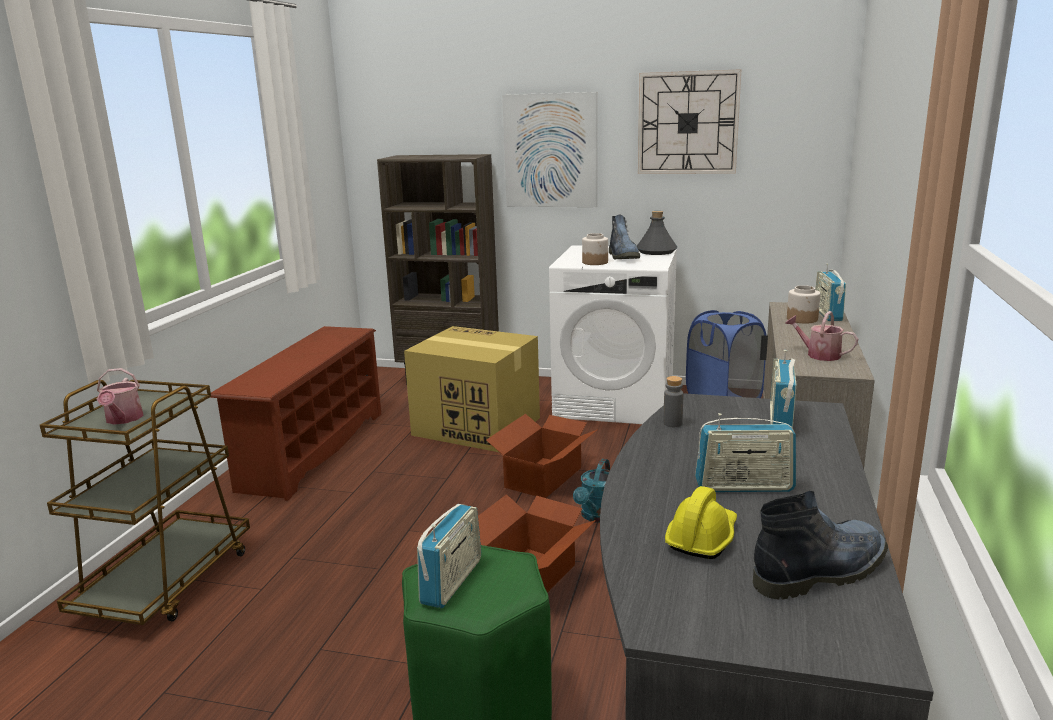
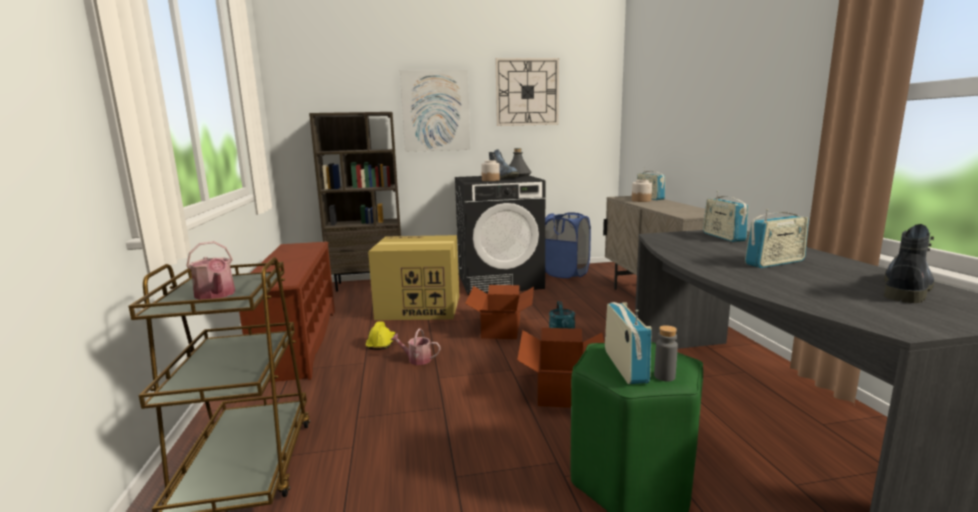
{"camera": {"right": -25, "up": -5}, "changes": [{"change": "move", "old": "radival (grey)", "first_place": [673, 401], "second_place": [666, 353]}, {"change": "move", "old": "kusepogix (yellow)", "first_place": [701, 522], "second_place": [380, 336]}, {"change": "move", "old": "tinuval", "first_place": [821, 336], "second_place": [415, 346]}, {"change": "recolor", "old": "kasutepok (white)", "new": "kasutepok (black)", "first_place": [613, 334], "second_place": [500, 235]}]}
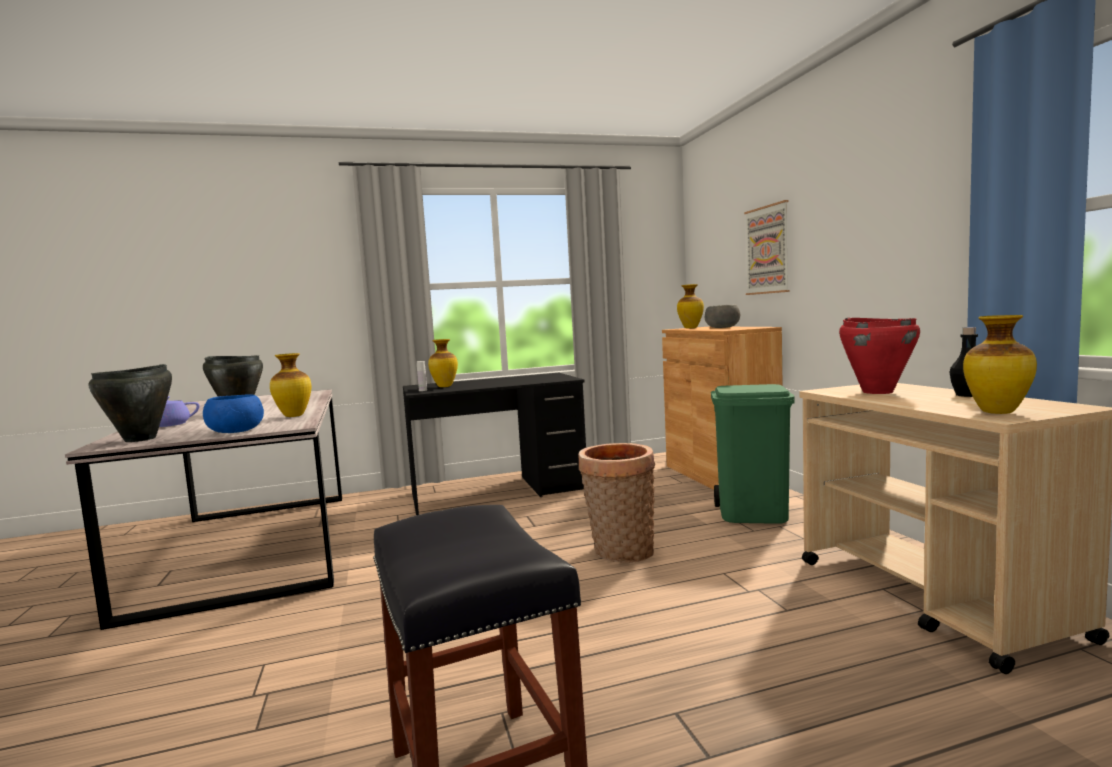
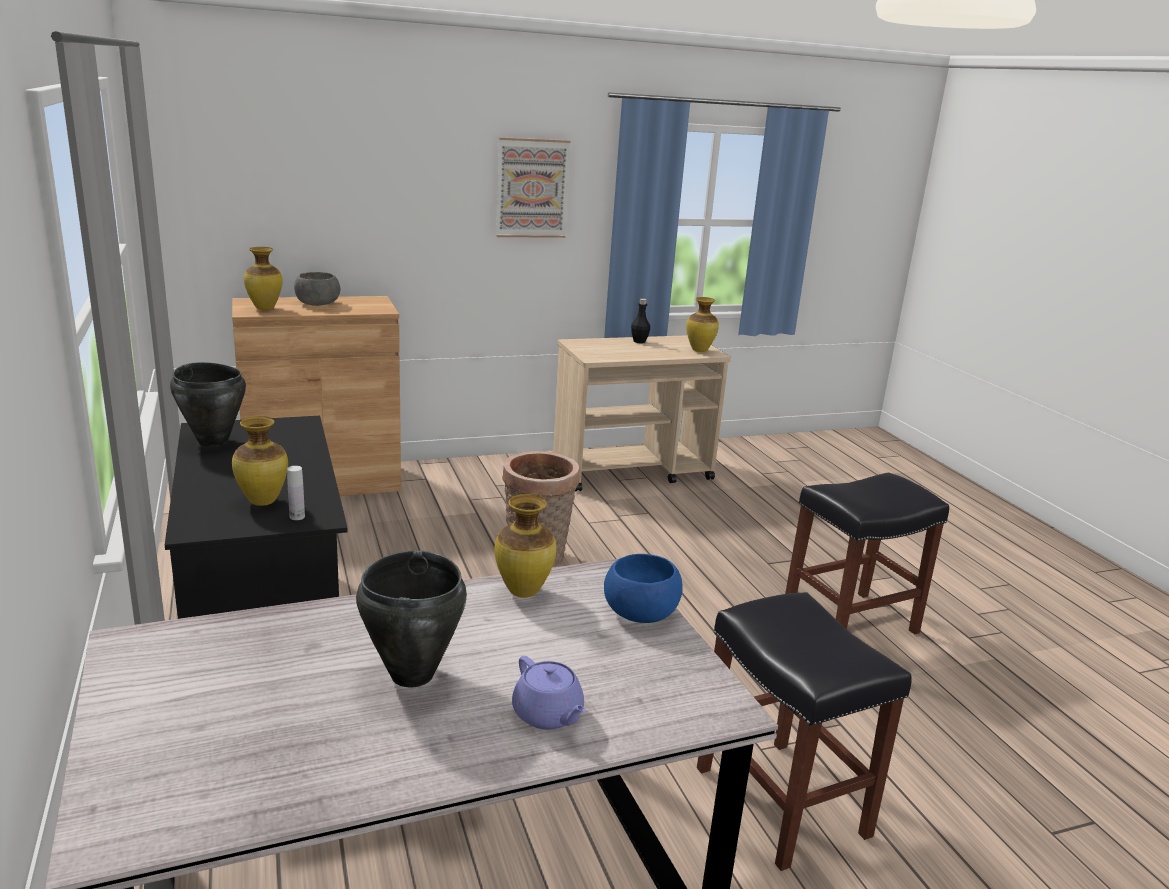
{"camera": {"right": -95, "up": 15}, "changes": [{"change": "delete", "old": "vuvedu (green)", "first_place": [753, 454]}, {"change": "delete", "old": "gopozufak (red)", "first_place": [879, 356]}, {"change": "insert", "new": "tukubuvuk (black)", "second_place": [804, 731]}, {"change": "move", "old": "gopozufak (black)", "first_place": [130, 403], "second_place": [208, 404]}, {"change": "move", "old": "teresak", "first_place": [767, 247], "second_place": [533, 187]}]}
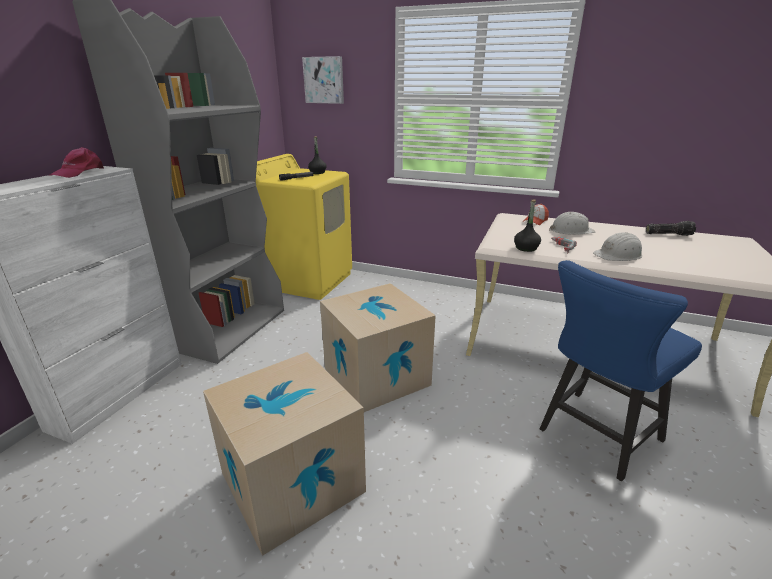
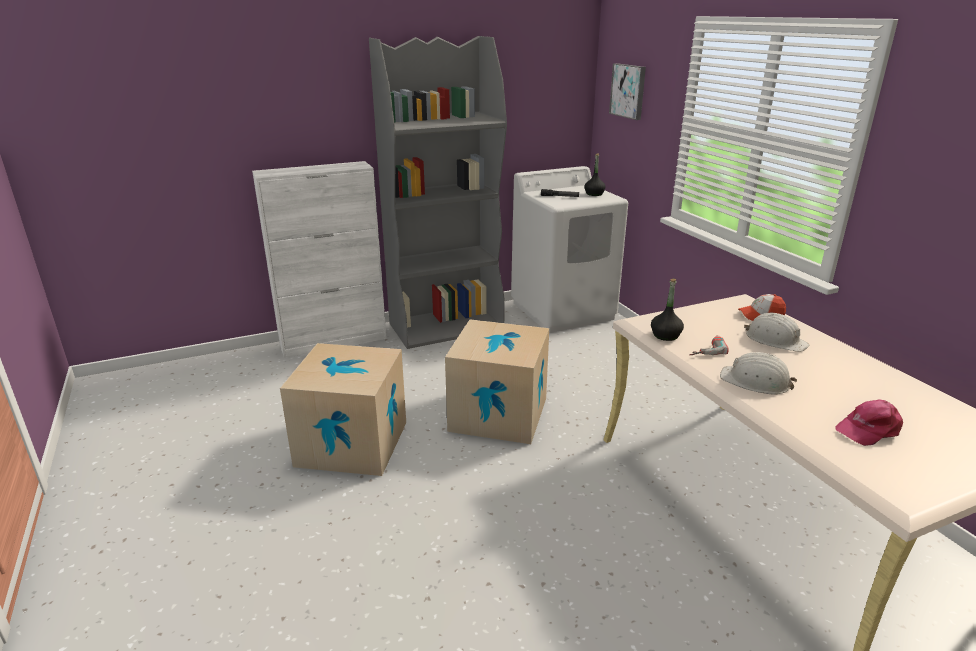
{"camera": {"right": 45, "up": 0}, "changes": [{"change": "delete", "old": "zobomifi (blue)", "first_place": [621, 370]}, {"change": "delete", "old": "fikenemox", "first_place": [671, 228]}, {"change": "move", "old": "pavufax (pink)", "first_place": [77, 162], "second_place": [869, 422]}, {"change": "recolor", "old": "kasutepok (yellow)", "new": "kasutepok (white)", "first_place": [304, 227], "second_place": [569, 249]}]}
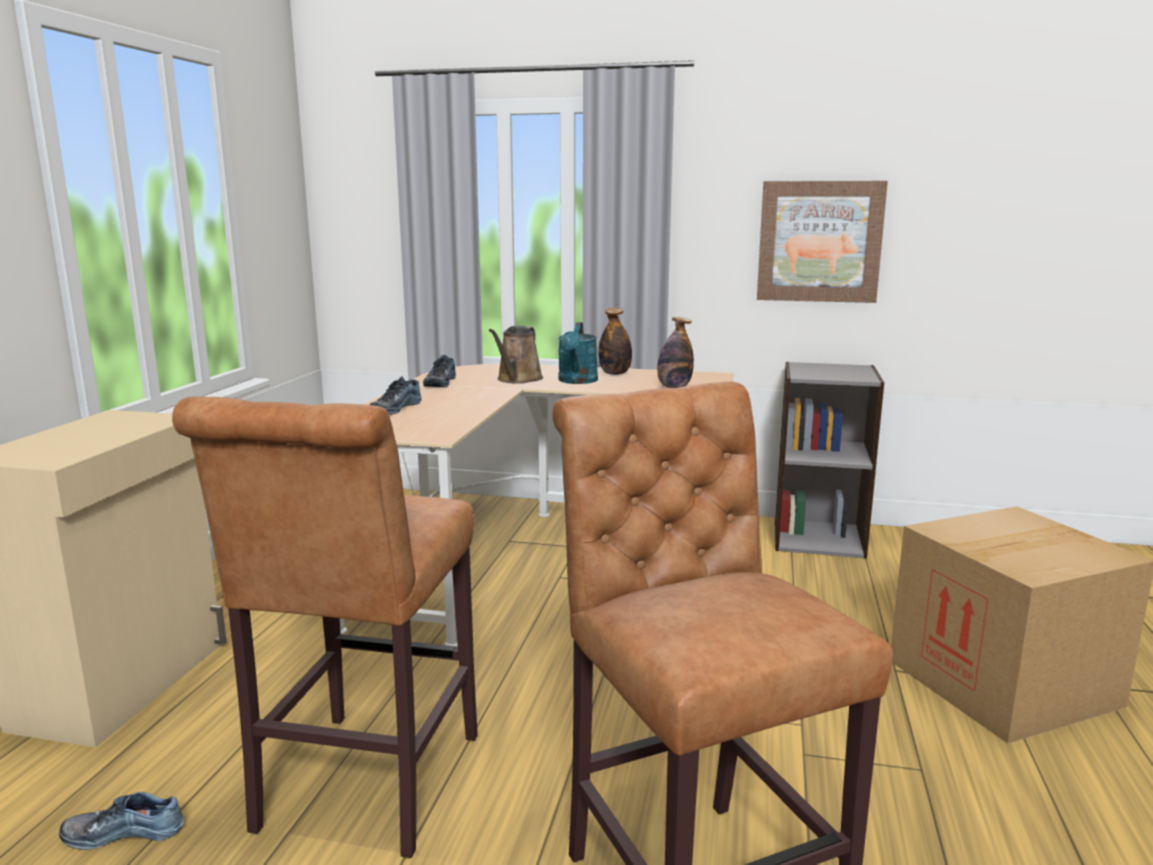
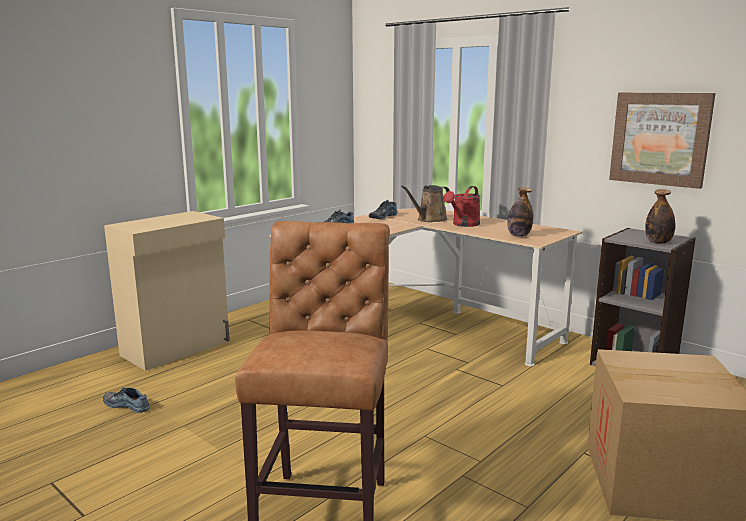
{"camera": {"right": 30, "up": 0}, "changes": [{"change": "delete", "old": "tukubuvuk (brown)", "first_place": [325, 627]}, {"change": "move", "old": "radival", "first_place": [615, 341], "second_place": [660, 216]}, {"change": "recolor", "old": "tinuval (turquoise)", "new": "tinuval (red)", "first_place": [578, 353], "second_place": [461, 206]}]}
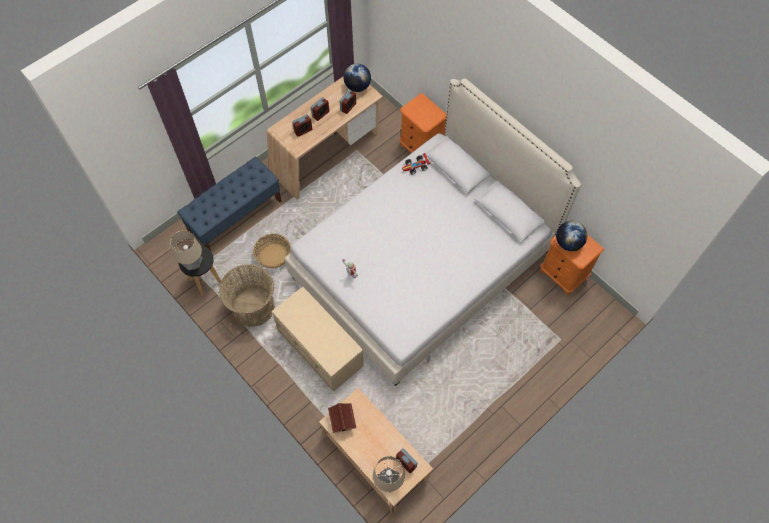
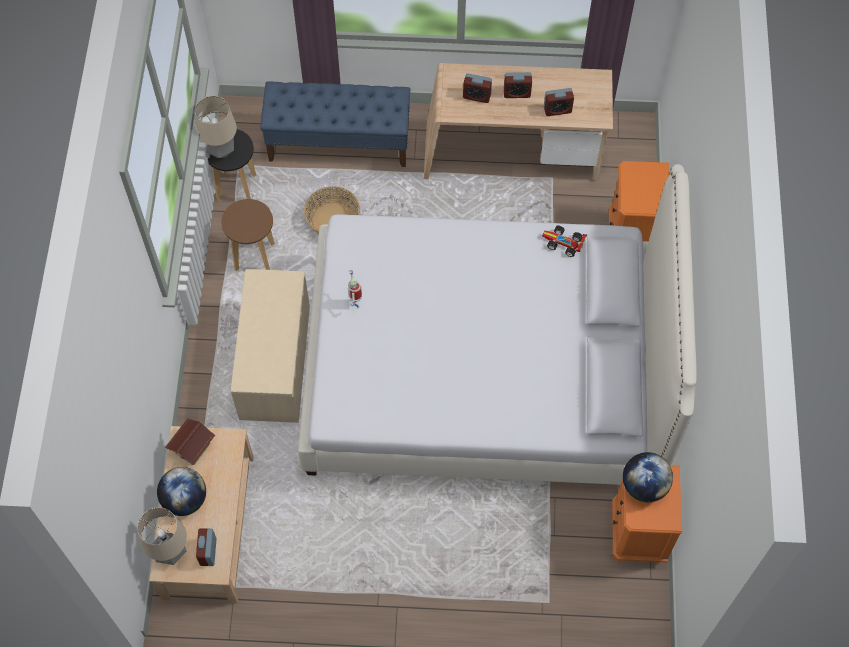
{"camera": {"right": 45, "up": 0}, "changes": [{"change": "move", "old": "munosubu", "first_place": [357, 78], "second_place": [181, 491]}, {"change": "replace", "old": "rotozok", "new": "tukubuvuk (brown)", "first_place": [247, 295], "second_place": [248, 235]}]}
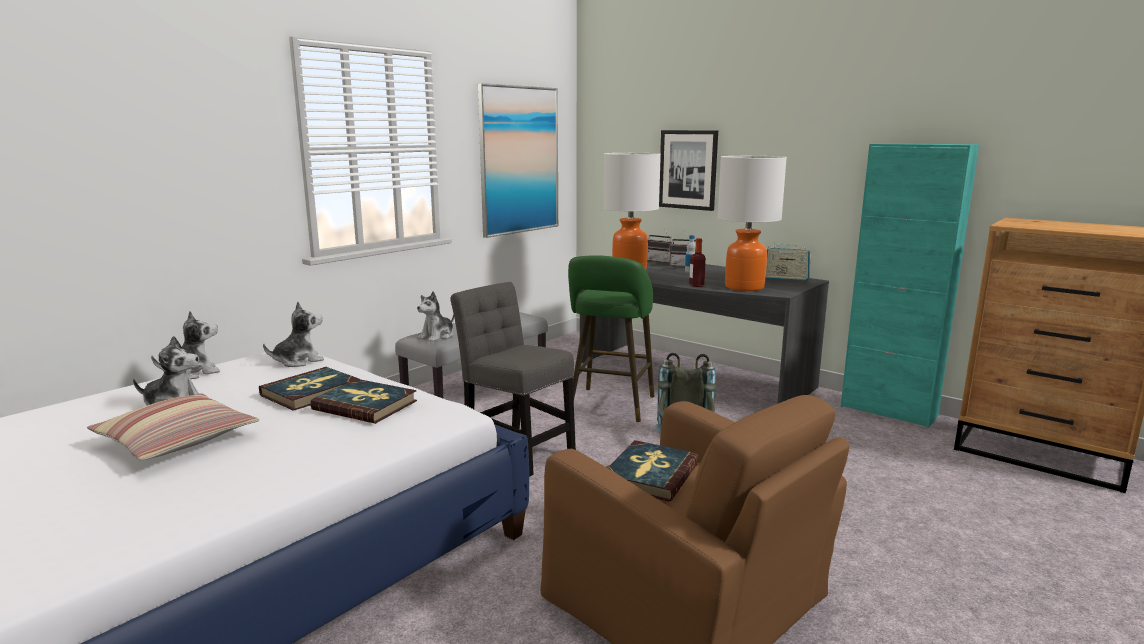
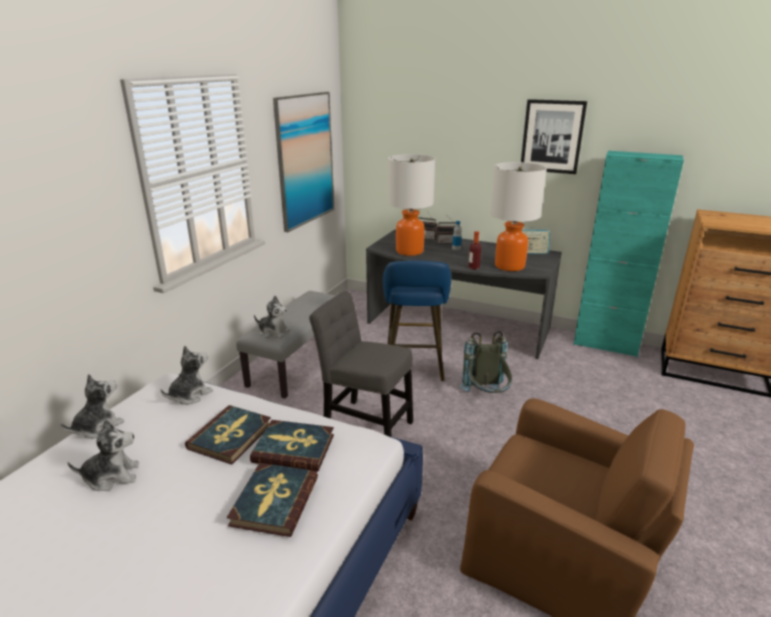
{"camera": {"right": -15, "up": 10}, "changes": [{"change": "delete", "old": "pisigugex", "first_place": [173, 426]}, {"change": "move", "old": "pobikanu", "first_place": [653, 470], "second_place": [272, 500]}, {"change": "move", "old": "teresak", "first_place": [688, 170], "second_place": [554, 136]}, {"change": "recolor", "old": "tukubuvuk (green)", "new": "tukubuvuk (blue)", "first_place": [611, 338], "second_place": [417, 321]}, {"change": "rotate", "old": "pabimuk", "first_place": [435, 316], "second_place": [272, 317], "degrees": -90}]}
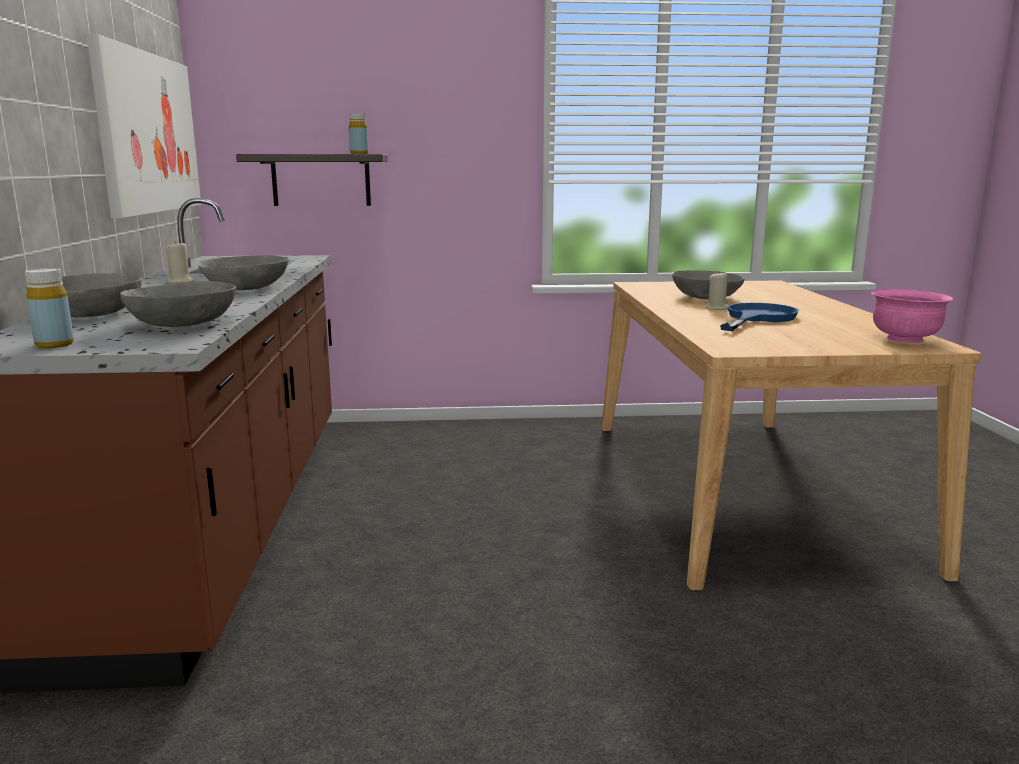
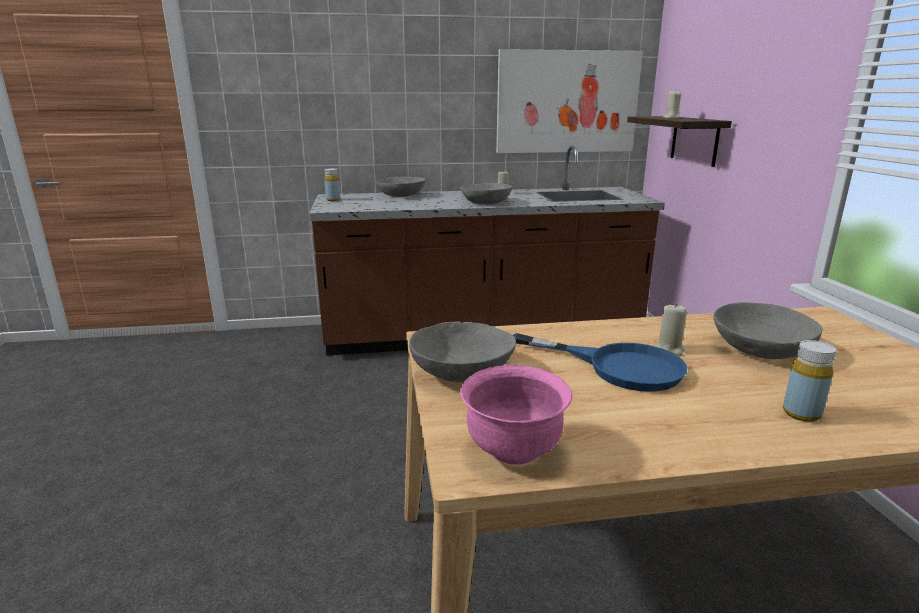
{"camera": {"right": 85, "up": 5}, "changes": [{"change": "insert", "new": "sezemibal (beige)", "second_place": [672, 104]}, {"change": "move", "old": "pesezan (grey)", "first_place": [178, 304], "second_place": [462, 351]}, {"change": "move", "old": "radival (yellow)", "first_place": [358, 133], "second_place": [809, 381]}]}
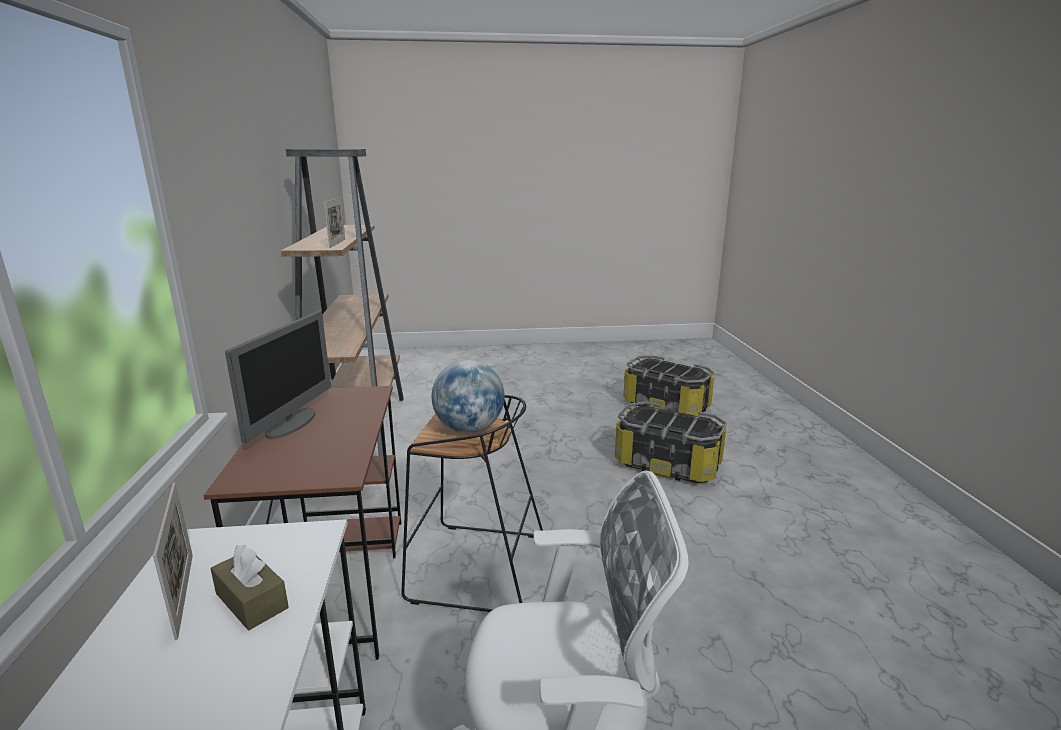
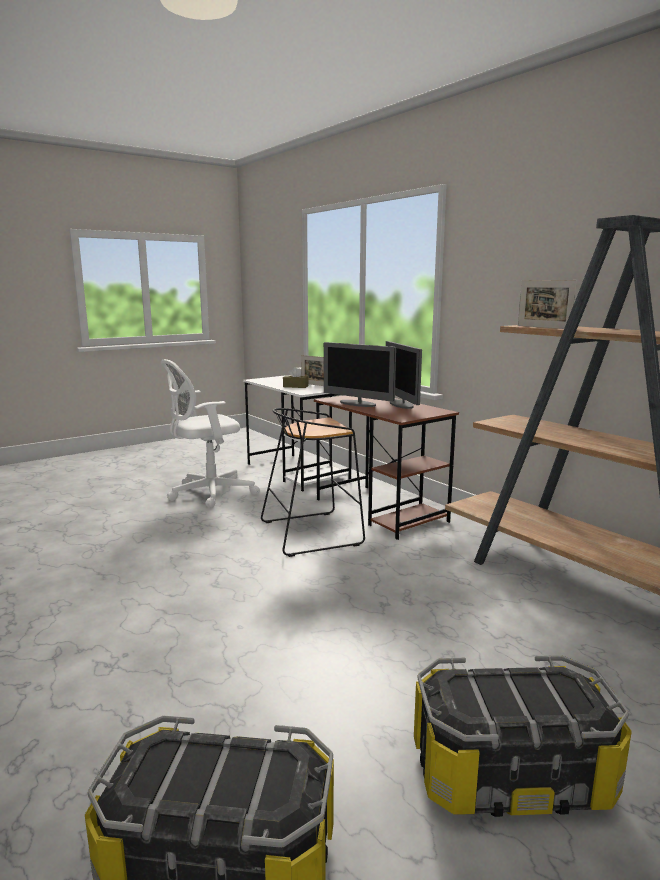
{"camera": {"right": 150, "up": -5}, "changes": [{"change": "delete", "old": "munosubu", "first_place": [468, 396]}, {"change": "insert", "new": "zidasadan", "second_place": [360, 374]}, {"change": "move", "old": "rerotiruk", "first_place": [671, 442], "second_place": [523, 736]}]}
